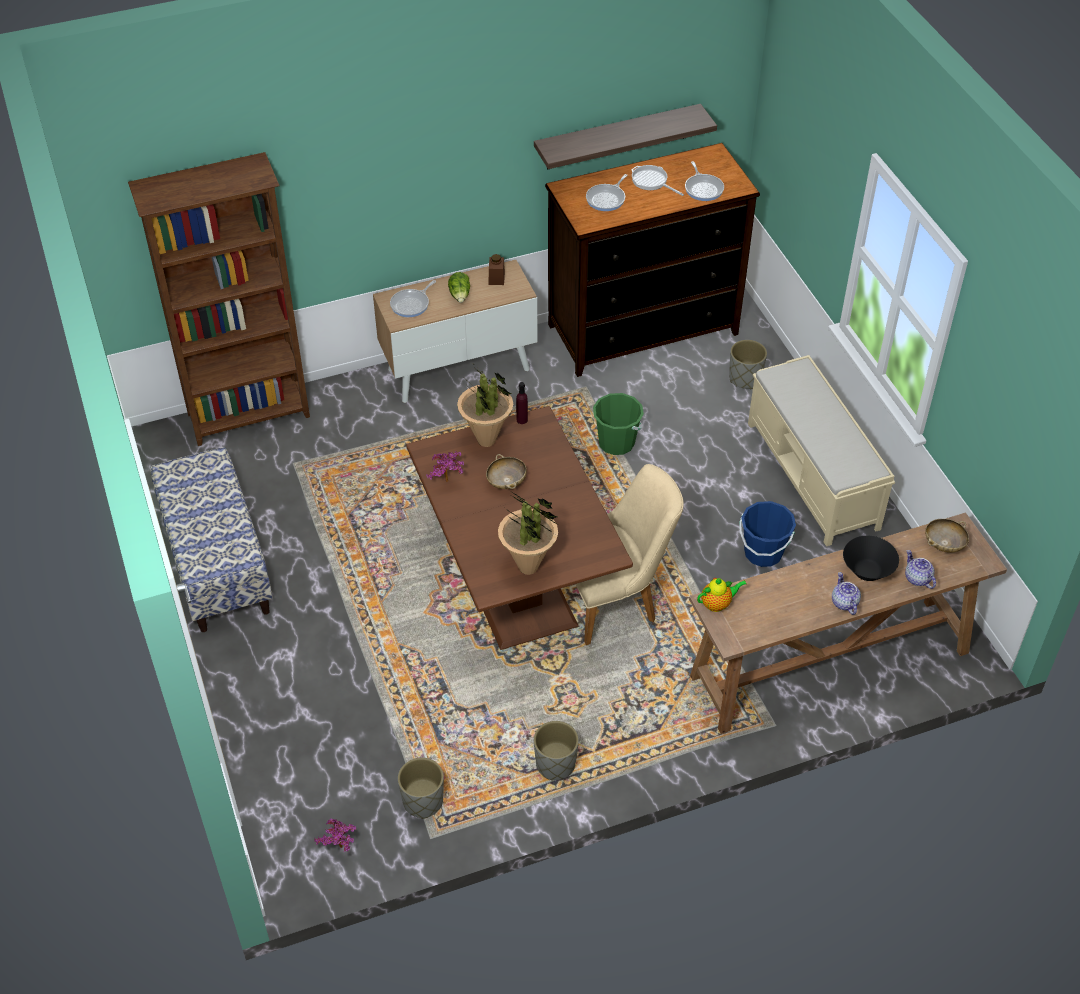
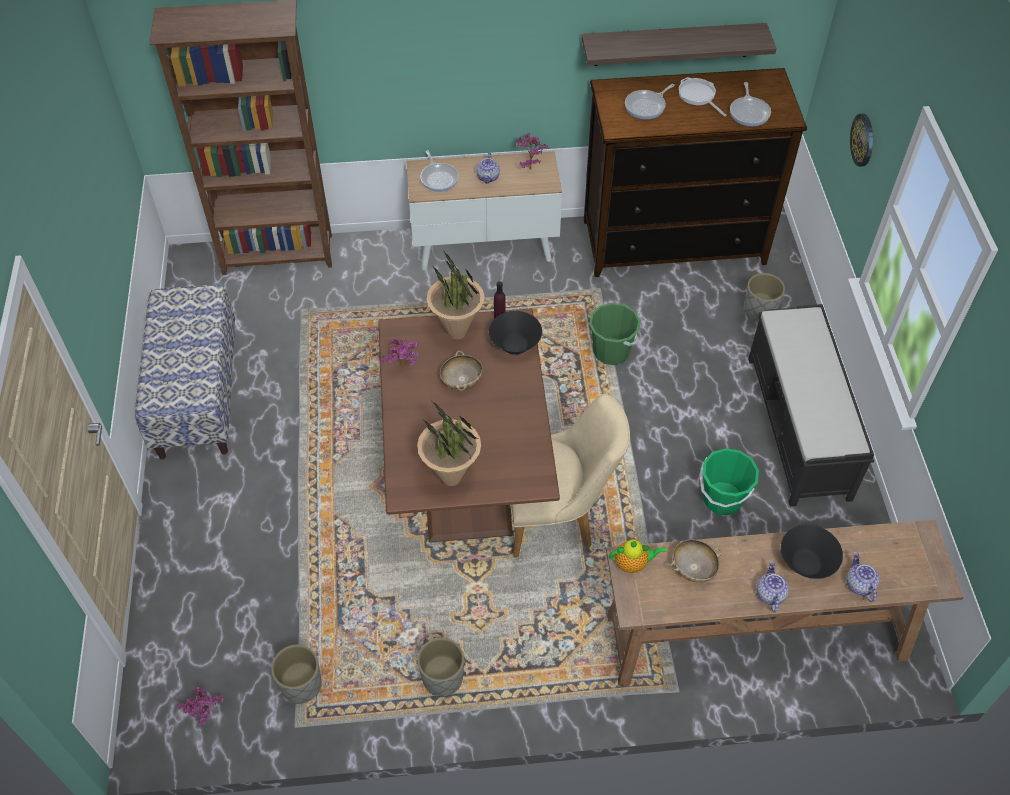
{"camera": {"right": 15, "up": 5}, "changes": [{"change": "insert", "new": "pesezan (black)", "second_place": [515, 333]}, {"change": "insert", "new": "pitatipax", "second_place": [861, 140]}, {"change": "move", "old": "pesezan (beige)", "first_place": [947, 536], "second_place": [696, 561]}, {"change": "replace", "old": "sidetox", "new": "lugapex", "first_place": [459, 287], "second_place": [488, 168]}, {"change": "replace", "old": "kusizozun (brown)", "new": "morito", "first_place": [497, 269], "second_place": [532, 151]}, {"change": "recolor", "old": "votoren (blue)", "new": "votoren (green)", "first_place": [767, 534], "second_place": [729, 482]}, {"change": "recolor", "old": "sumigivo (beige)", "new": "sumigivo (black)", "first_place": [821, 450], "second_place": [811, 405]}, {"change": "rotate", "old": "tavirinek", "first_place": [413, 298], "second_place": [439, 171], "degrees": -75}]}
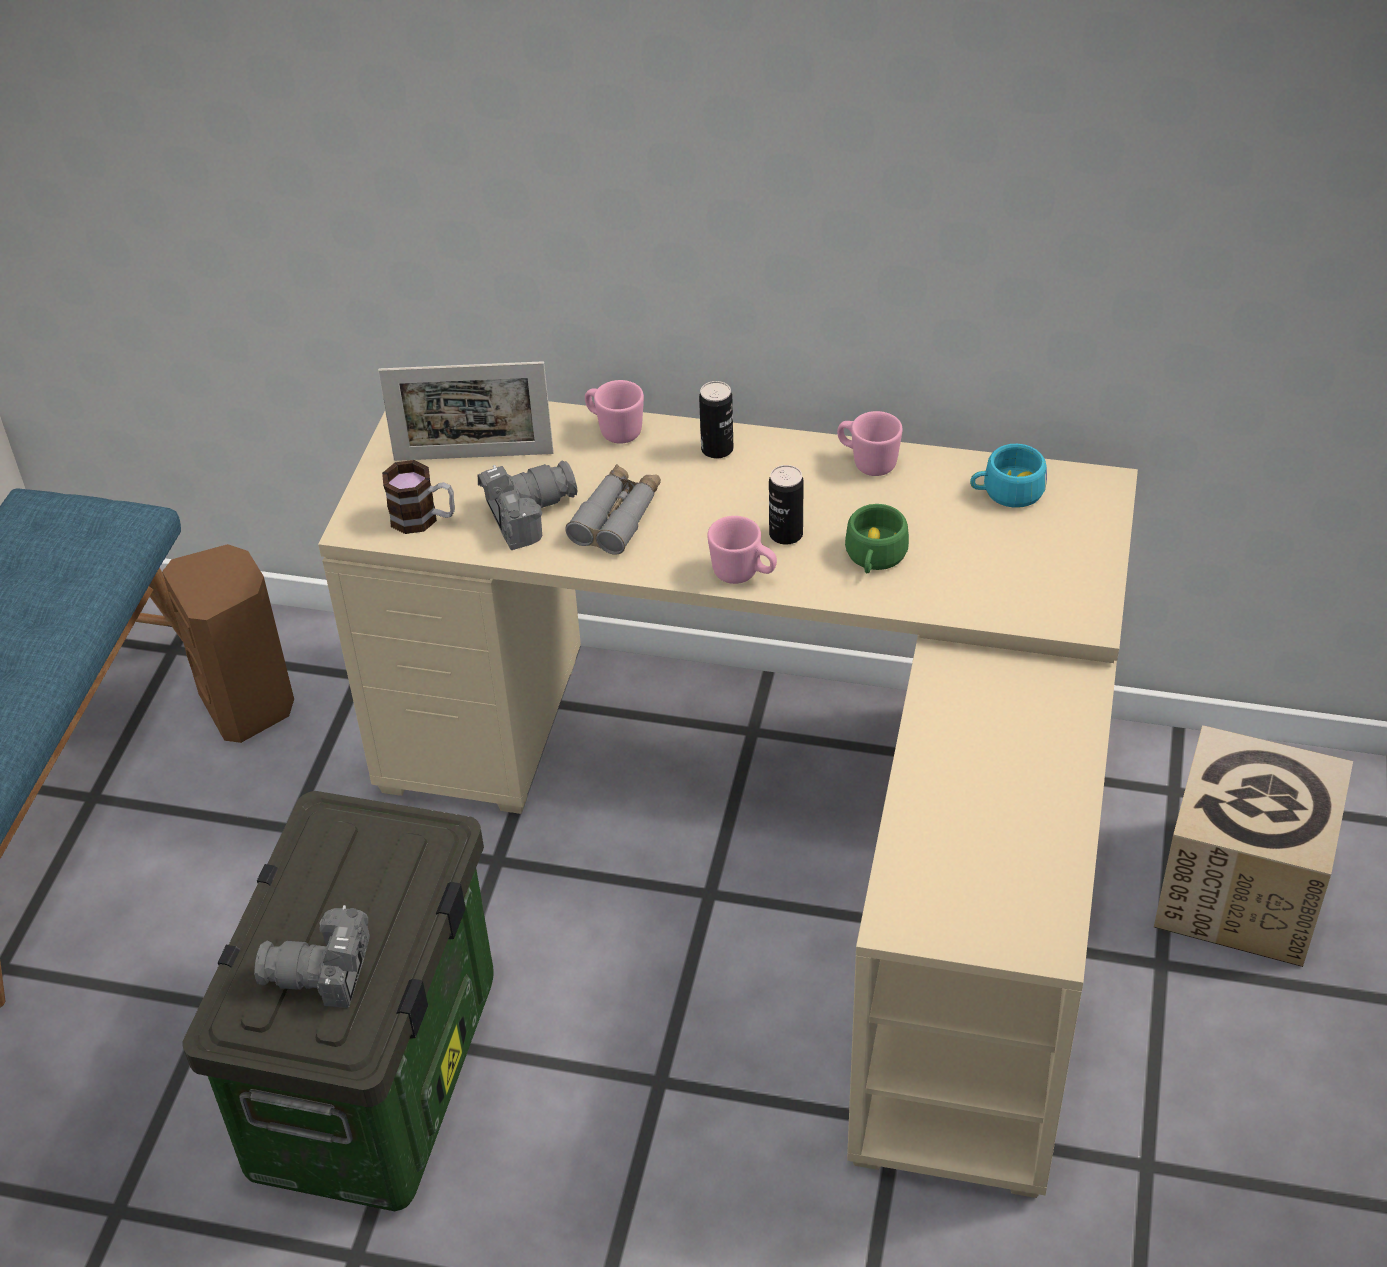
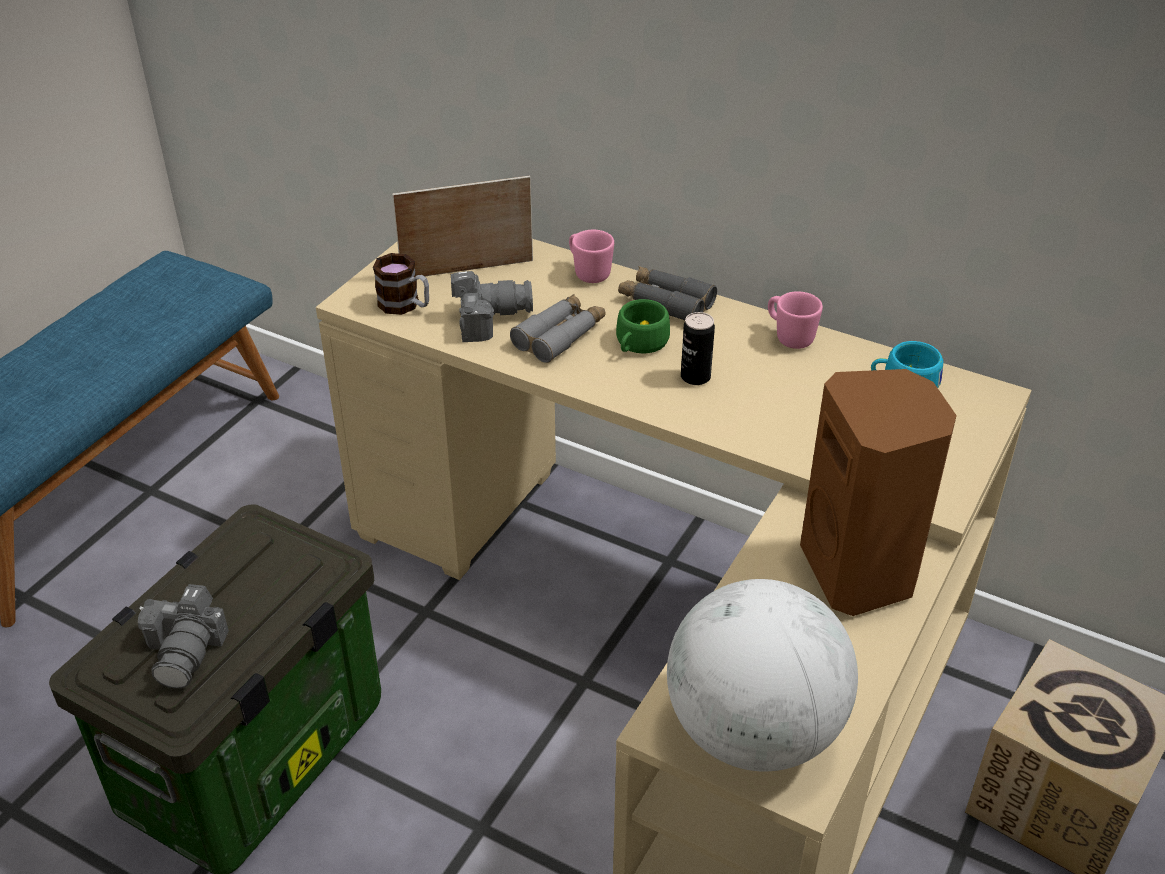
{"camera": {"right": 15, "up": -5}, "changes": [{"change": "delete", "old": "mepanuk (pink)", "first_place": [742, 550]}, {"change": "insert", "new": "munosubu", "second_place": [762, 675]}, {"change": "move", "old": "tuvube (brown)", "first_place": [228, 643], "second_place": [878, 492]}, {"change": "move", "old": "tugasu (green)", "first_place": [877, 538], "second_place": [643, 326]}, {"change": "replace", "old": "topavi", "new": "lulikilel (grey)", "first_place": [716, 420], "second_place": [667, 293]}, {"change": "rotate", "old": "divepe", "first_place": [312, 956], "second_place": [183, 636], "degrees": -105}, {"change": "rotate", "old": "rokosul", "first_place": [466, 411], "second_place": [462, 226], "degrees": 150}]}
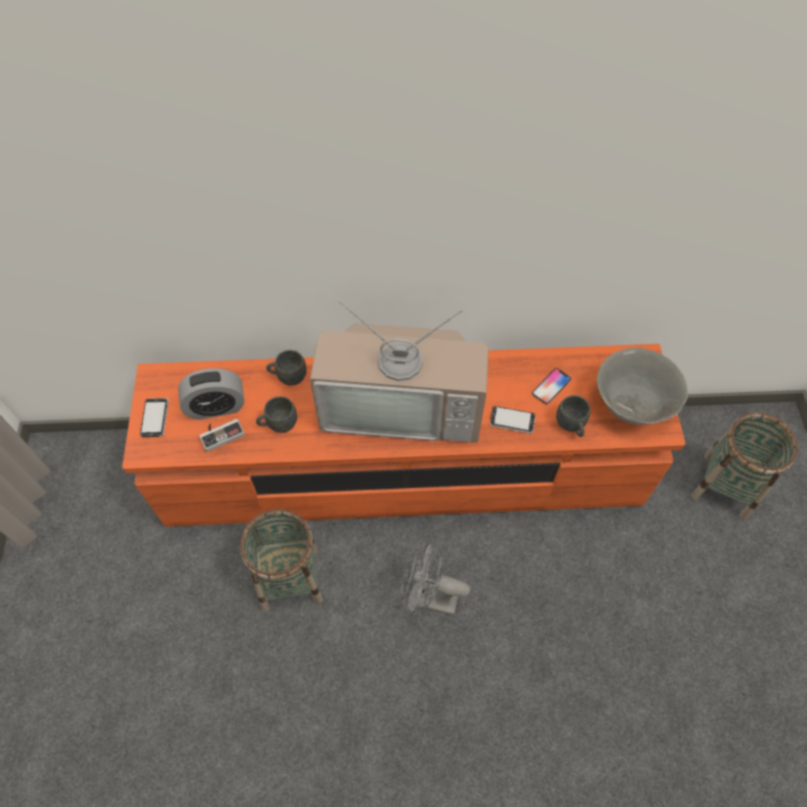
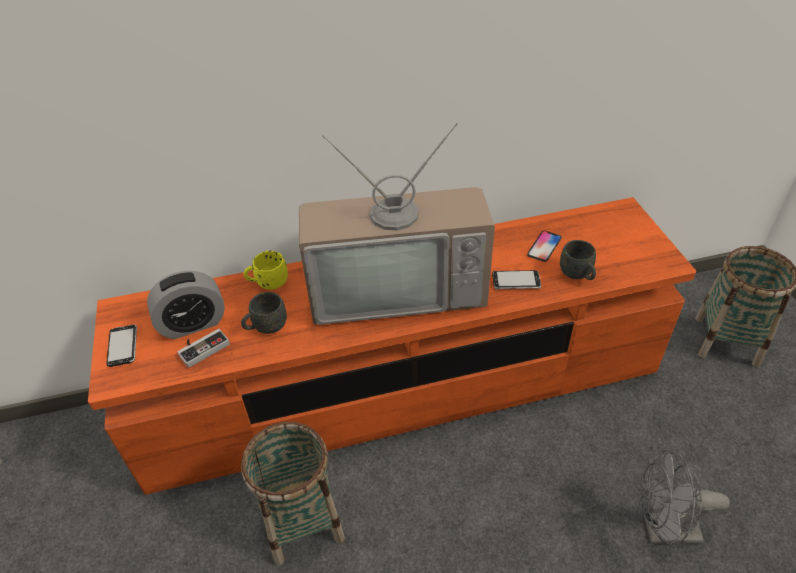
{"camera": {"right": -10, "up": -15}, "changes": [{"change": "delete", "old": "pesezan (grey)", "first_place": [642, 386]}, {"change": "move", "old": "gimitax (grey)", "first_place": [435, 578], "second_place": [685, 497]}, {"change": "recolor", "old": "mepanuk (grey)", "new": "mepanuk (yellow)", "first_place": [286, 368], "second_place": [265, 270]}]}
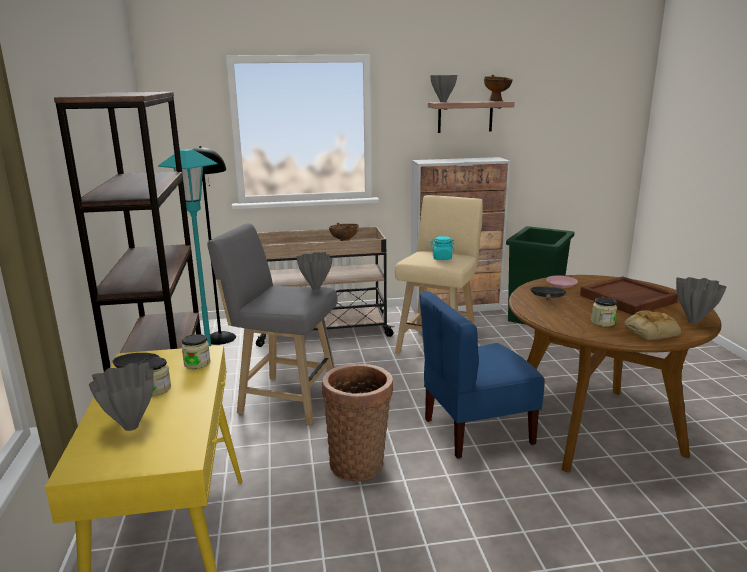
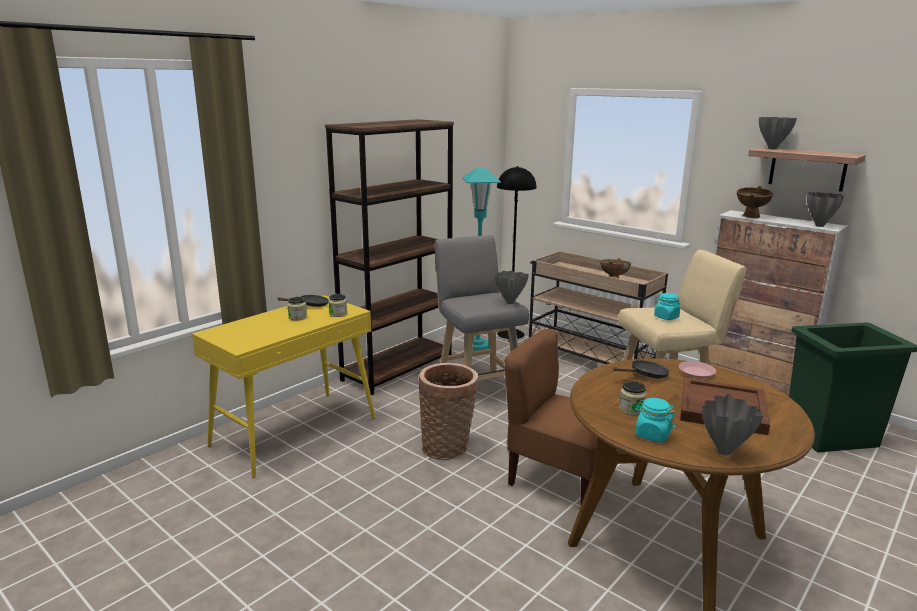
{"camera": {"right": 50, "up": 0}, "changes": [{"change": "move", "old": "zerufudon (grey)", "first_place": [121, 396], "second_place": [825, 209]}, {"change": "move", "old": "pesezan (brown)", "first_place": [498, 88], "second_place": [755, 202]}, {"change": "replace", "old": "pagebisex", "new": "kusizozun (turquoise)", "first_place": [652, 325], "second_place": [654, 420]}, {"change": "recolor", "old": "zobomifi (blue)", "new": "zobomifi (brown)", "first_place": [481, 375], "second_place": [560, 418]}]}
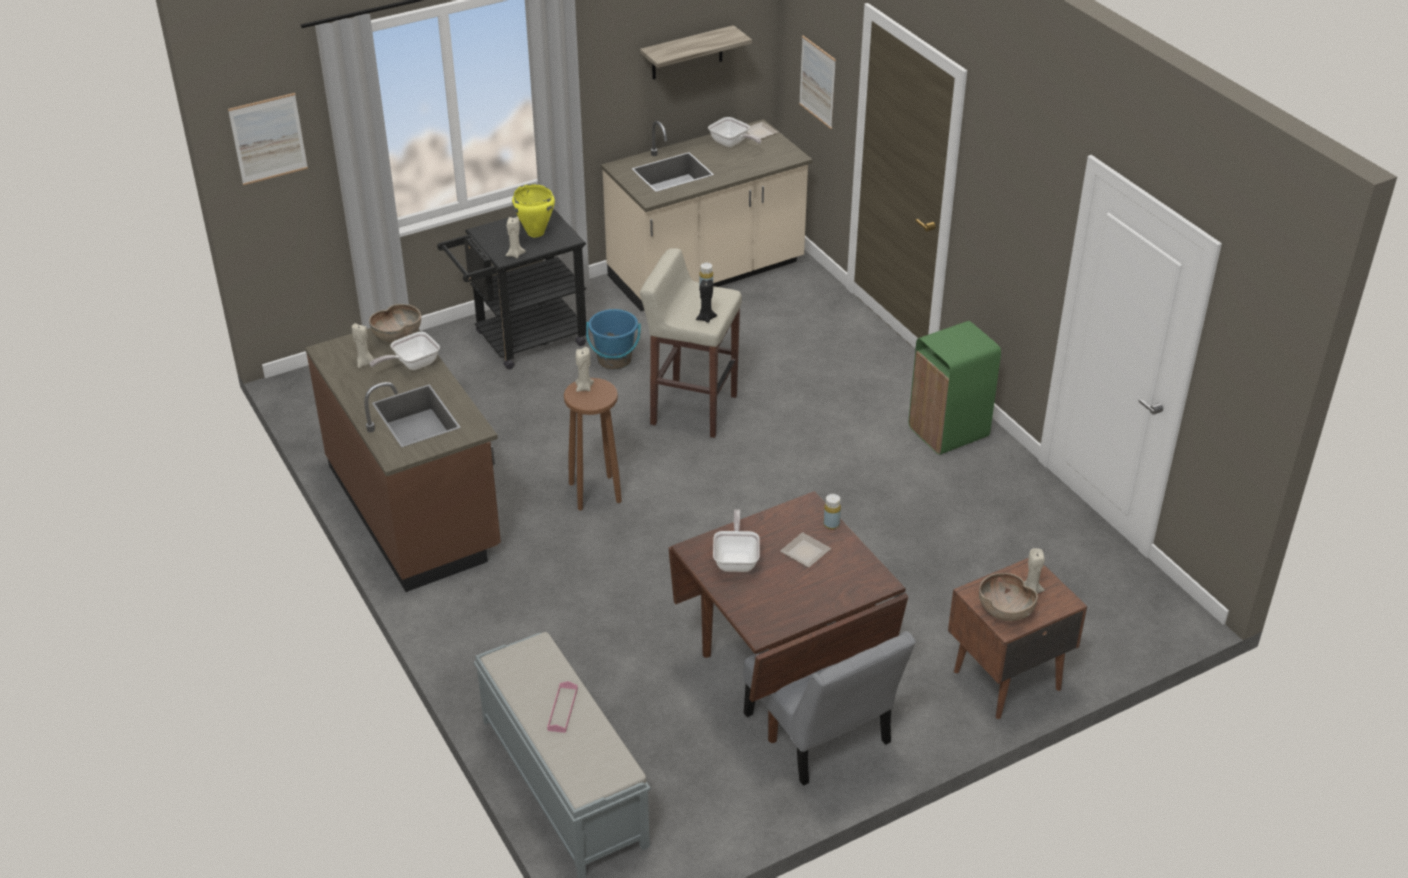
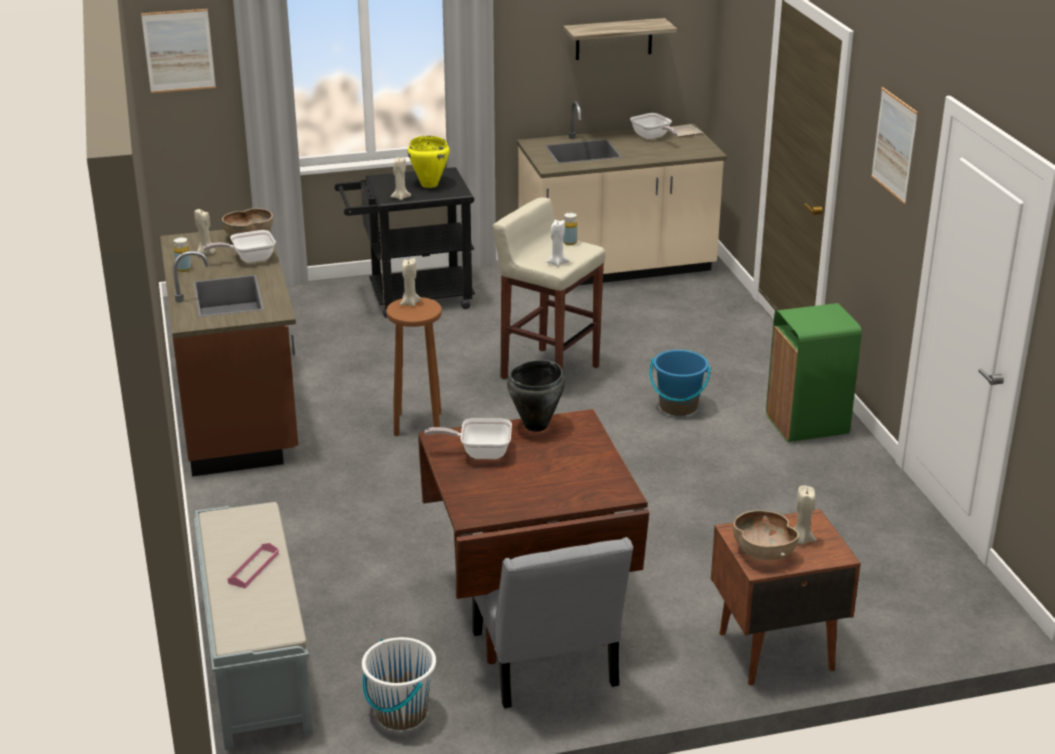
{"camera": {"right": 15, "up": -10}, "changes": [{"change": "delete", "old": "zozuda", "first_place": [805, 550]}, {"change": "insert", "new": "votoren (white)", "second_place": [399, 683]}, {"change": "insert", "new": "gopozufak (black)", "second_place": [536, 396]}, {"change": "move", "old": "votoren (blue)", "first_place": [613, 339], "second_place": [680, 383]}, {"change": "move", "old": "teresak", "first_place": [817, 82], "second_place": [894, 145]}, {"change": "move", "old": "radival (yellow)", "first_place": [832, 511], "second_place": [182, 254]}, {"change": "recolor", "old": "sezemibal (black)", "new": "sezemibal (white)", "first_place": [706, 301], "second_place": [557, 243]}, {"change": "rotate", "old": "tavirinek", "first_place": [736, 540], "second_place": [468, 438], "degrees": -105}]}
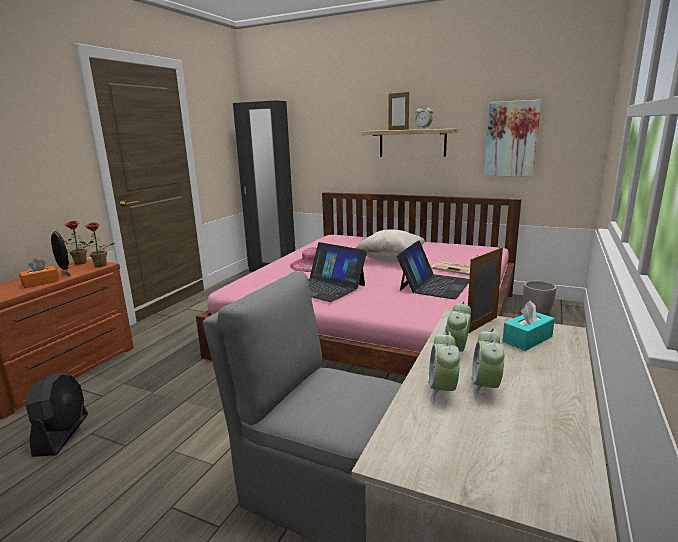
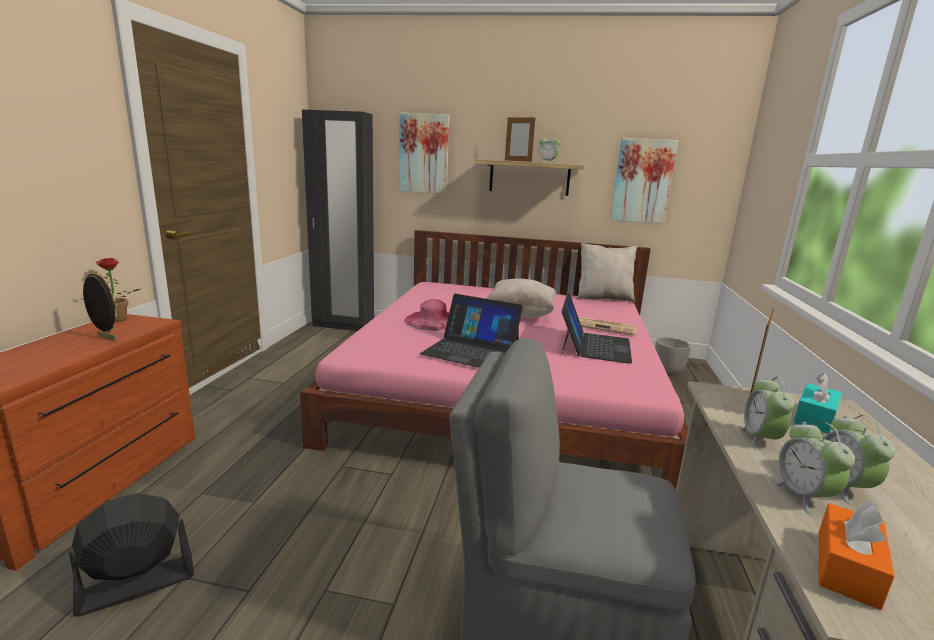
{"camera": {"right": -15, "up": 0}, "changes": [{"change": "delete", "old": "morito", "first_place": [97, 244]}, {"change": "insert", "new": "teresak", "second_place": [424, 153]}, {"change": "insert", "new": "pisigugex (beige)", "second_place": [606, 273]}, {"change": "move", "old": "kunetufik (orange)", "first_place": [39, 273], "second_place": [857, 555]}, {"change": "rotate", "old": "gimitax (black)", "first_place": [57, 415], "second_place": [131, 555], "degrees": -105}]}
